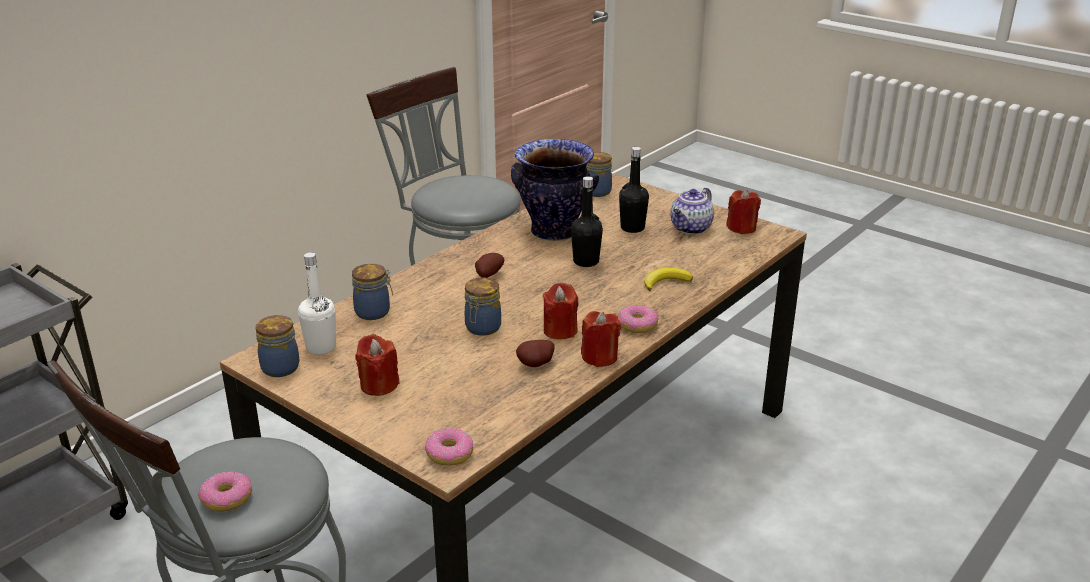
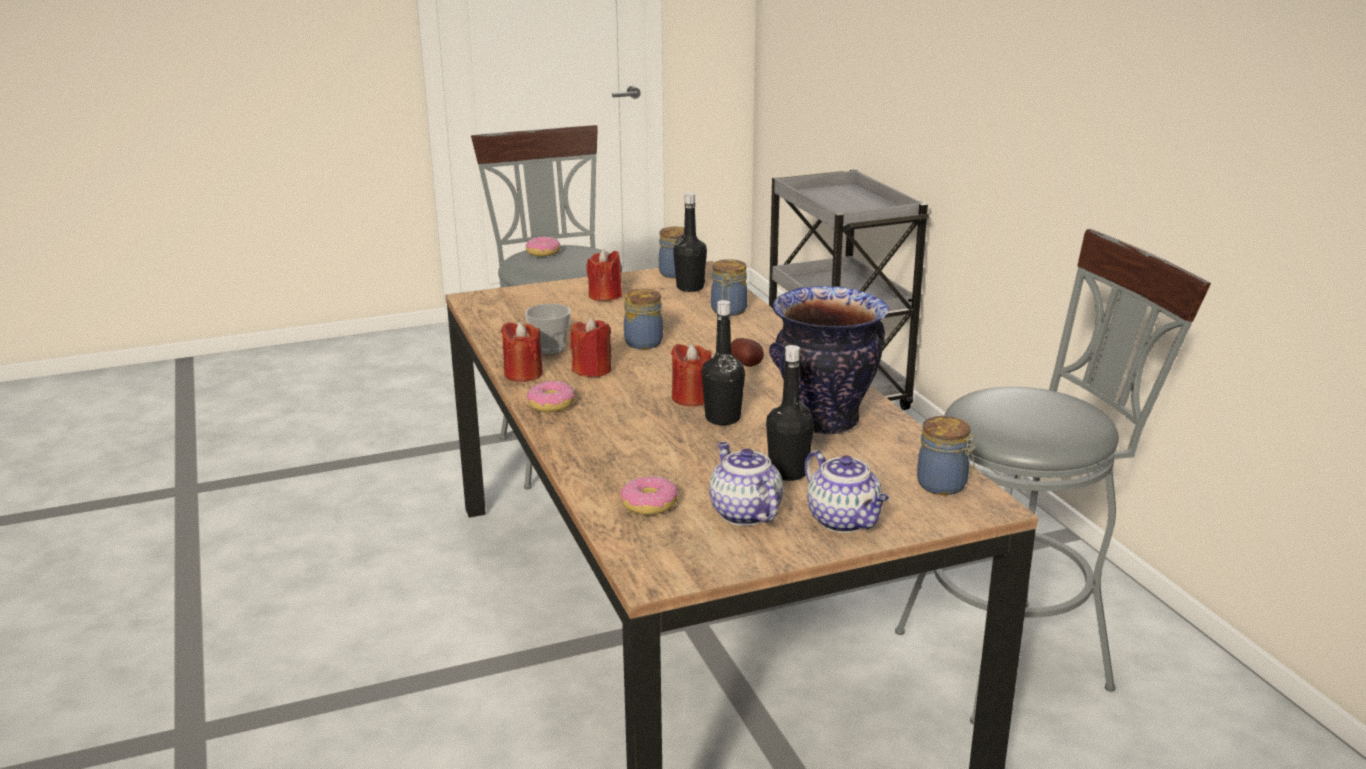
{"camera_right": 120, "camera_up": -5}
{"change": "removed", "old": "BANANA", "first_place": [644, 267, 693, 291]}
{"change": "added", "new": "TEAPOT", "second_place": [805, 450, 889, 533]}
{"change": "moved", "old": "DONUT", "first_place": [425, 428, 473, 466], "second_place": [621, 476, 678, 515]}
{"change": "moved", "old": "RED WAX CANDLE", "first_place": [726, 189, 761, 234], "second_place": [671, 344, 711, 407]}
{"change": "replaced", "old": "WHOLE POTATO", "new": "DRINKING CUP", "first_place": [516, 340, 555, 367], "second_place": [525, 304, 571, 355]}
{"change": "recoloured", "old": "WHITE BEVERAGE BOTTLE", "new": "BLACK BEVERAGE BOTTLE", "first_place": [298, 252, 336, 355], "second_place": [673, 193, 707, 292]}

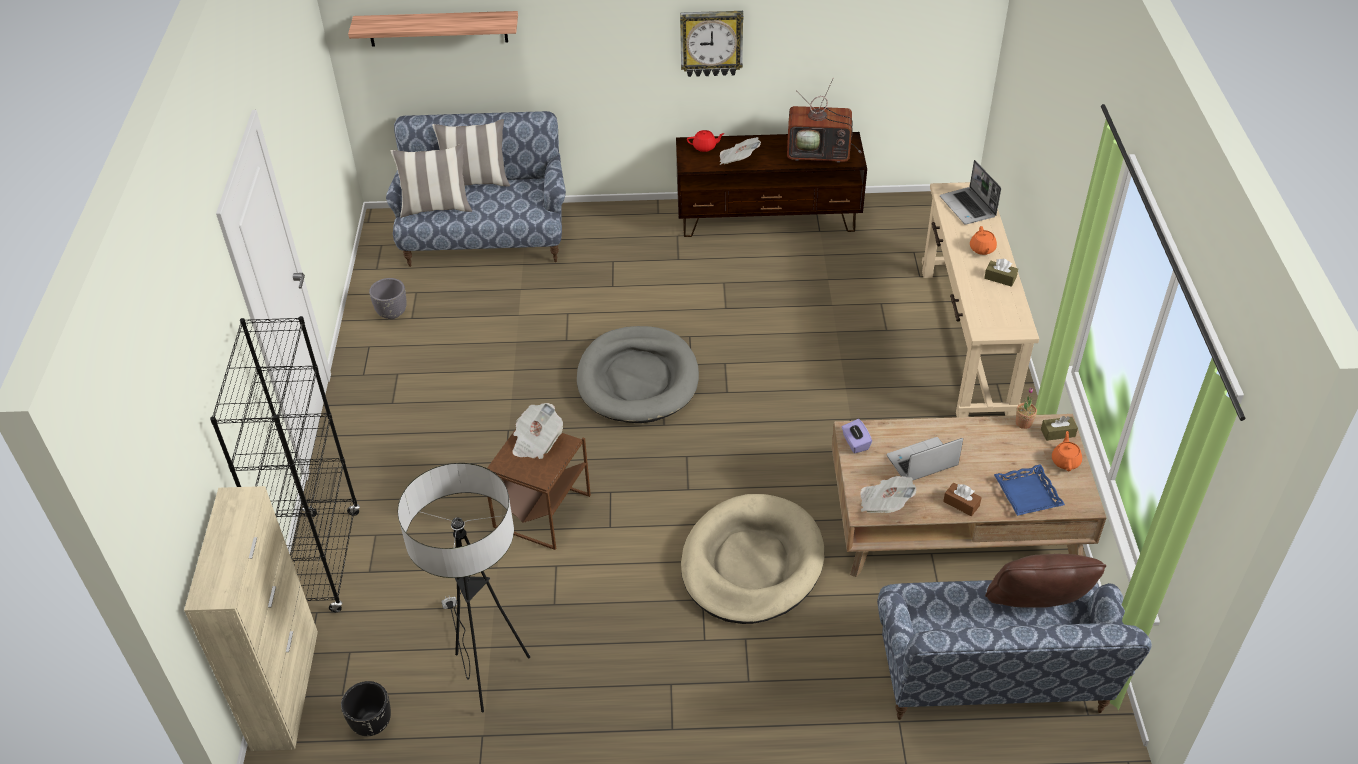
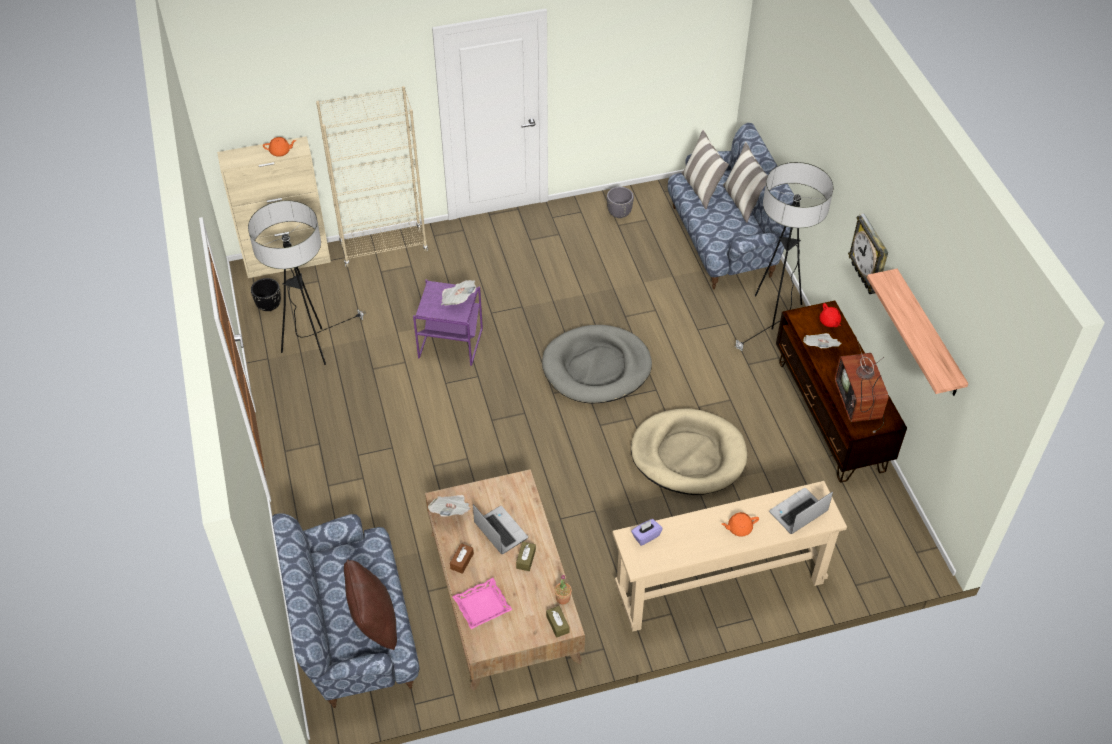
{"camera_right": 75, "camera_up": 5}
{"change": "added", "new": "STANDING LAMP", "second_place": [734, 162, 833, 351]}
{"change": "moved", "old": "SHELF", "first_place": [348, 11, 518, 47], "second_place": [867, 269, 969, 396]}
{"change": "moved", "old": "BEIGE PET BED", "first_place": [681, 494, 824, 624], "second_place": [631, 408, 747, 495]}
{"change": "moved", "old": "PURPLE TISSUE BOX", "first_place": [842, 419, 872, 453], "second_place": [631, 519, 662, 546]}
{"change": "moved", "old": "BROWNISH TISSUE BOX", "first_place": [984, 259, 1018, 287], "second_place": [516, 542, 536, 571]}
{"change": "moved", "old": "ORANGE-COLOURED TEAPOT", "first_place": [1052, 431, 1082, 471], "second_place": [263, 137, 296, 157]}
{"change": "recoloured", "old": "BLACK SHELVING UNIT", "new": "BEIGE SHELVING UNIT", "first_place": [210, 316, 360, 612], "second_place": [316, 86, 428, 267]}
{"change": "recoloured", "old": "BROWNISH ACCENT TABLE", "new": "PURPLE ACCENT TABLE", "first_place": [487, 429, 591, 550], "second_place": [413, 279, 483, 366]}
{"change": "recoloured", "old": "BLUE CARRYING TRAY", "new": "PINK-COLOURED CARRYING TRAY", "first_place": [994, 464, 1065, 516], "second_place": [452, 578, 512, 629]}

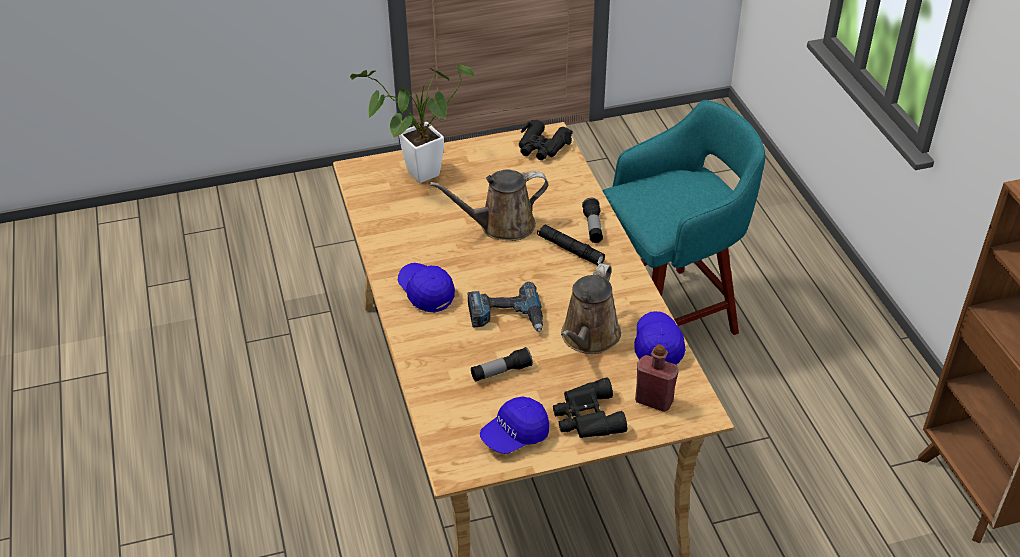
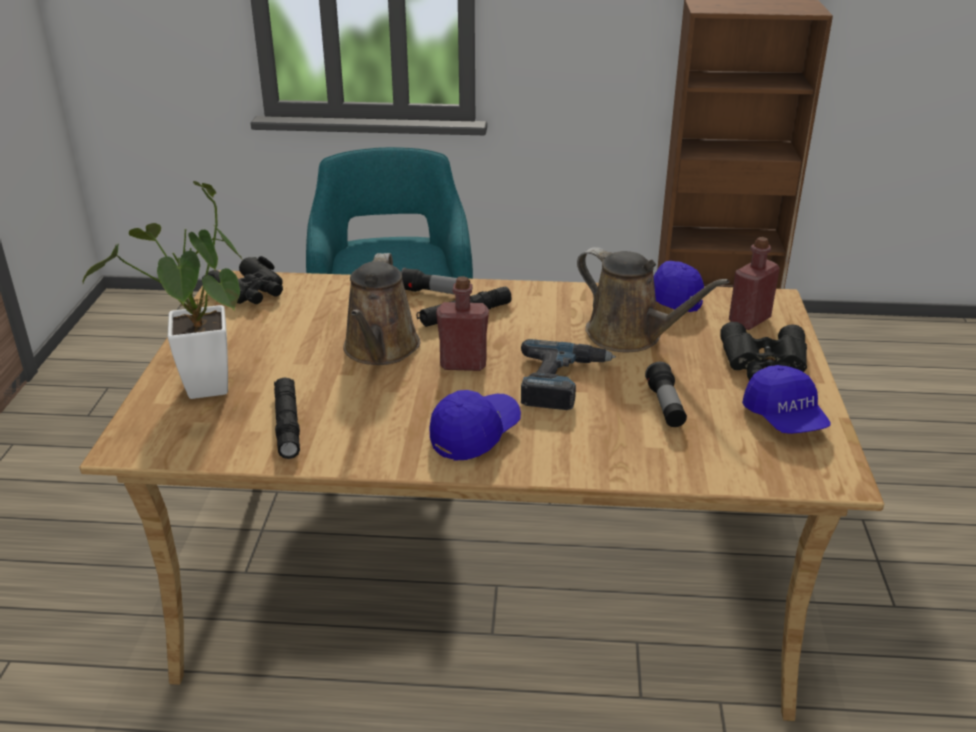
{"camera_right": -70, "camera_up": -10}
{"change": "added", "new": "BLACK FLASHLIGHT", "second_place": [274, 377, 300, 459]}
{"change": "added", "new": "RED BEVERAGE BOTTLE", "second_place": [436, 277, 489, 371]}
{"change": "turned", "old": "BLUE BASEBALL CAP", "first_place": [398, 263, 455, 313], "second_place": [430, 390, 521, 461], "degrees": 150}

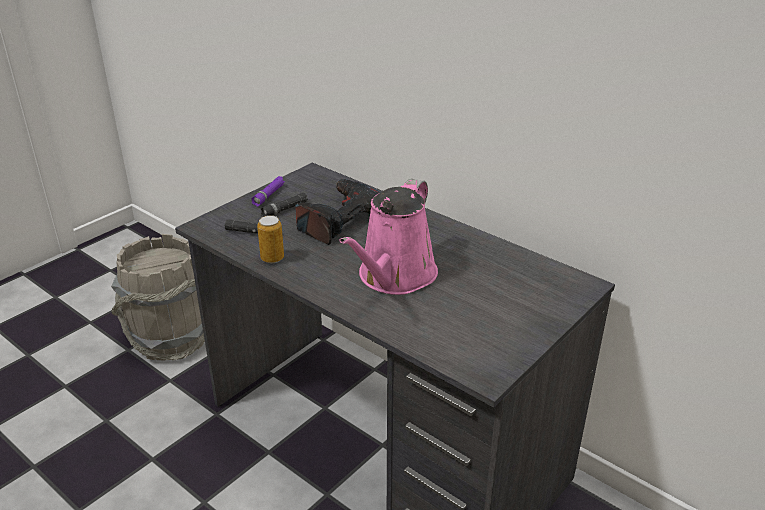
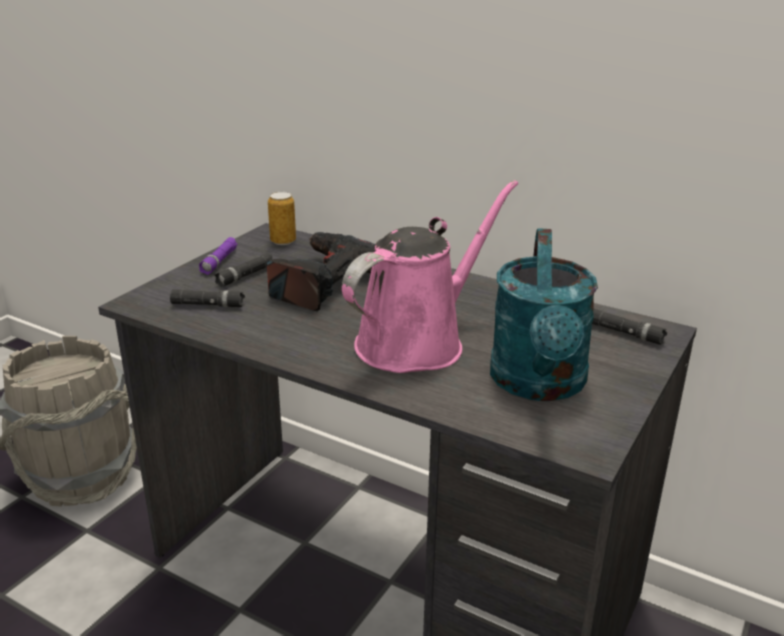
{"camera_right": -10, "camera_up": -5}
{"change": "added", "new": "TURQUOISE WATERING CAN", "second_place": [490, 228, 598, 401]}
{"change": "added", "new": "BLACK FLASHLIGHT", "second_place": [592, 308, 667, 345]}
{"change": "moved", "old": "SEALED CAN", "first_place": [257, 215, 284, 263], "second_place": [268, 192, 296, 245]}
{"change": "turned", "old": "PINK-COLOURED WATERING CAN", "first_place": [339, 179, 438, 295], "second_place": [342, 180, 518, 373], "degrees": -150}

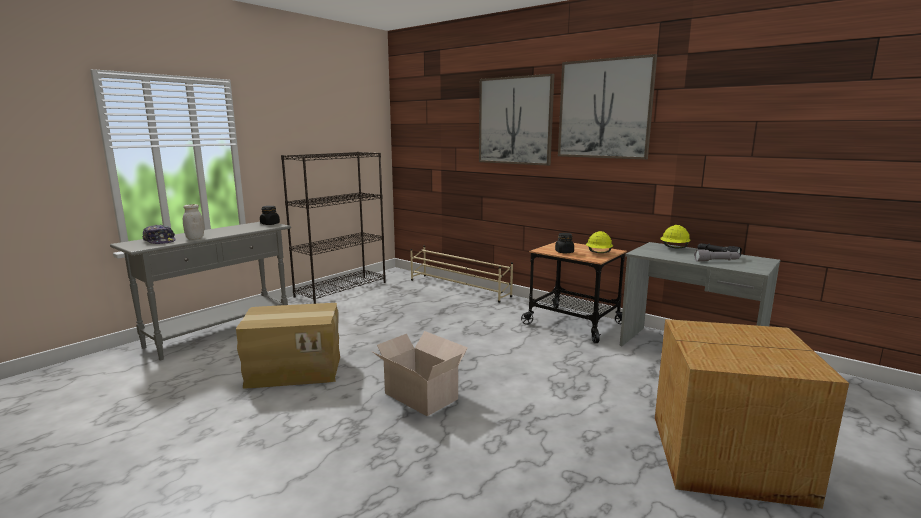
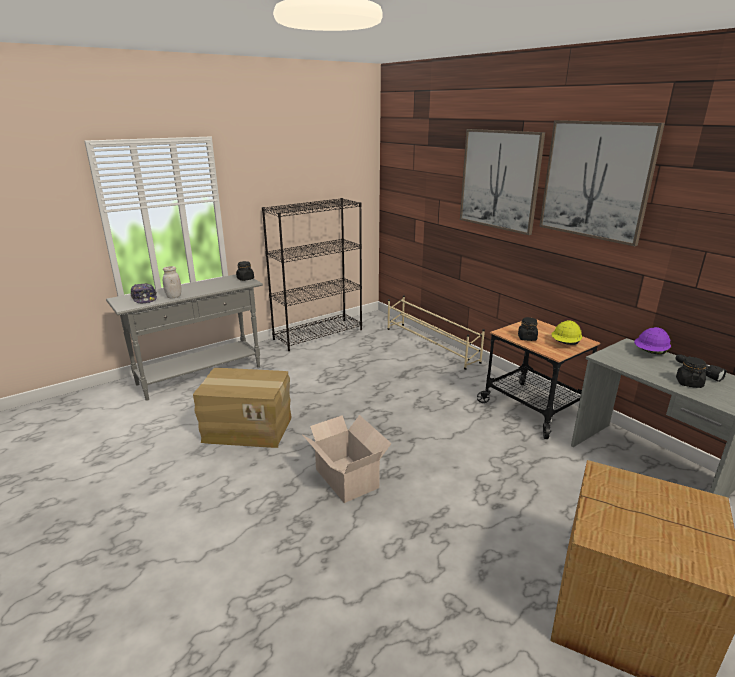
{"camera_right": 15, "camera_up": 10}
{"change": "replaced", "old": "GREYISH FLASHLIGHT", "new": "BLACK PRESERVE JAR", "first_place": [694, 249, 740, 261], "second_place": [676, 357, 706, 388]}
{"change": "recoloured", "old": "YELLOW-COLOURED SAFETY HELMET", "new": "PURPLE SAFETY HELMET", "first_place": [660, 225, 691, 248], "second_place": [634, 327, 671, 355]}

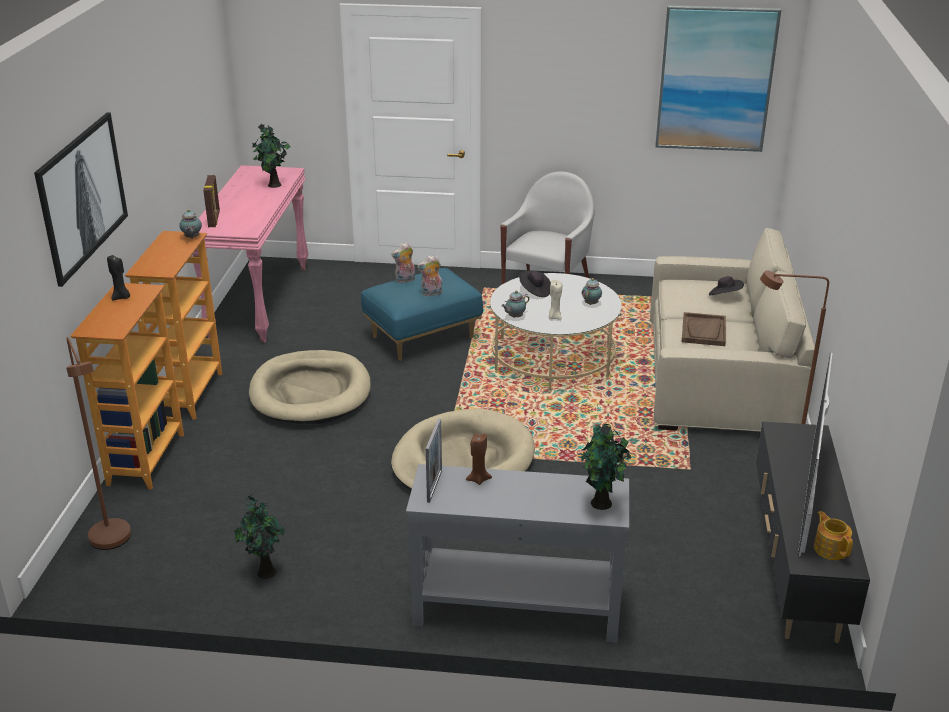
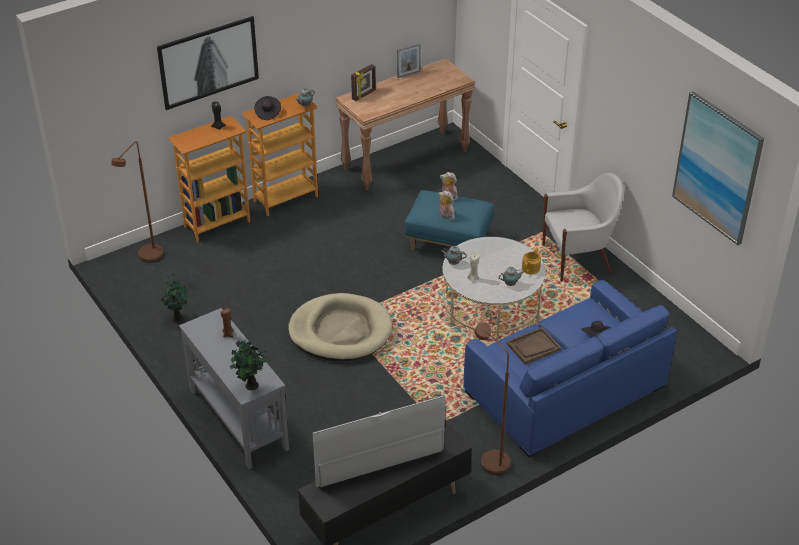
{"camera_right": 50, "camera_up": 10}
{"change": "removed", "old": "BEIGE PET BED", "first_place": [249, 350, 371, 424]}
{"change": "removed", "old": "HOUSEPLANT", "first_place": [252, 124, 290, 188]}
{"change": "moved", "old": "STANDING FRAME", "first_place": [426, 418, 442, 503], "second_place": [397, 43, 421, 78]}
{"change": "moved", "old": "BLACK CLOTHING HAT", "first_place": [519, 270, 551, 297], "second_place": [254, 96, 281, 120]}
{"change": "moved", "old": "TEAPOT", "first_place": [814, 511, 853, 560], "second_place": [522, 248, 541, 274]}
{"change": "recoloured", "old": "PINK-COLOURED NARROW TABLE", "new": "BROWNISH NARROW TABLE", "first_place": [193, 165, 309, 343], "second_place": [336, 58, 475, 190]}
{"change": "recoloured", "old": "BEIGE SOFA", "new": "BLUE SOFA", "first_place": [650, 228, 815, 432], "second_place": [463, 280, 677, 457]}

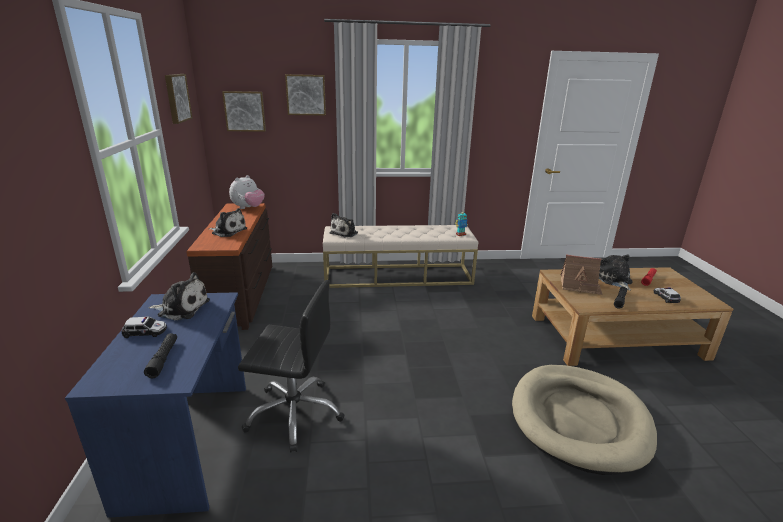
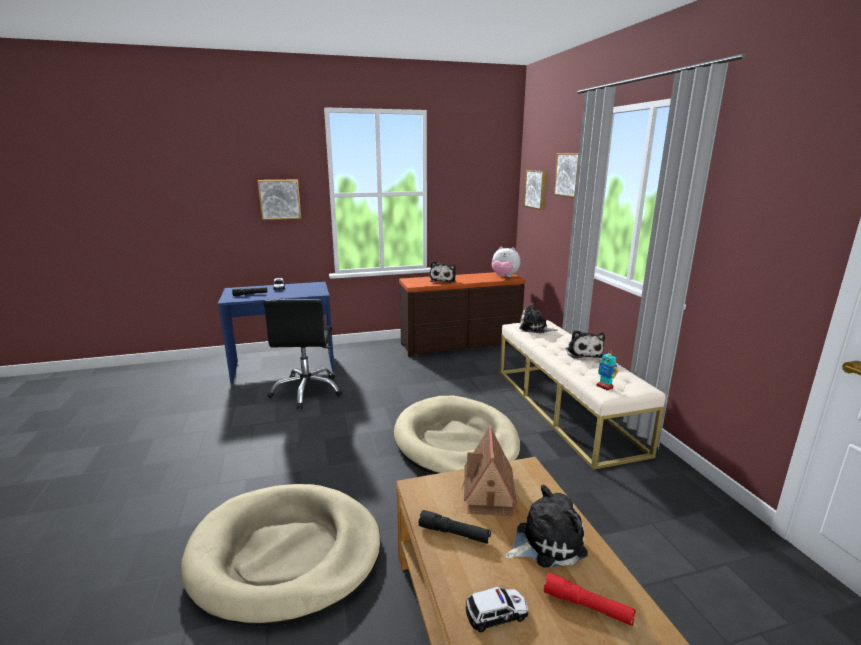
{"camera_right": 80, "camera_up": -5}
{"change": "added", "new": "BEIGE PET BED", "second_place": [394, 396, 520, 474]}
{"change": "moved", "old": "SOFT TOY", "first_place": [148, 272, 210, 320], "second_place": [566, 330, 605, 359]}
{"change": "moved", "old": "WALL PICTURE", "first_place": [165, 74, 193, 124], "second_place": [257, 179, 301, 220]}

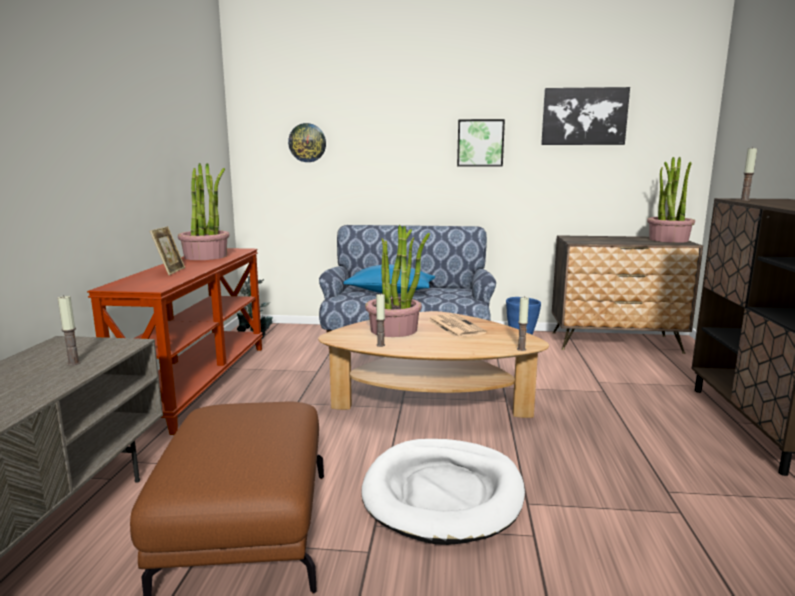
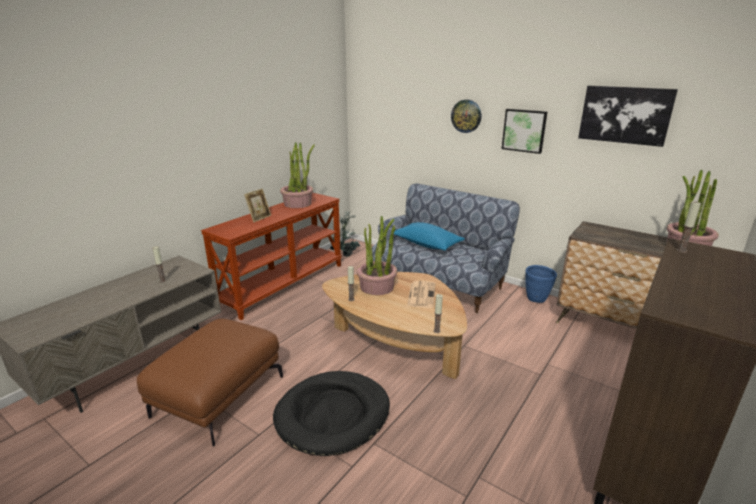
{"camera_right": 30, "camera_up": 10}
{"change": "moved", "old": "HANGING CLOCK", "first_place": [288, 123, 326, 162], "second_place": [451, 100, 481, 133]}
{"change": "recoloured", "old": "WHITE PET BED", "new": "BLACK PET BED", "first_place": [361, 439, 525, 545], "second_place": [273, 371, 390, 456]}

